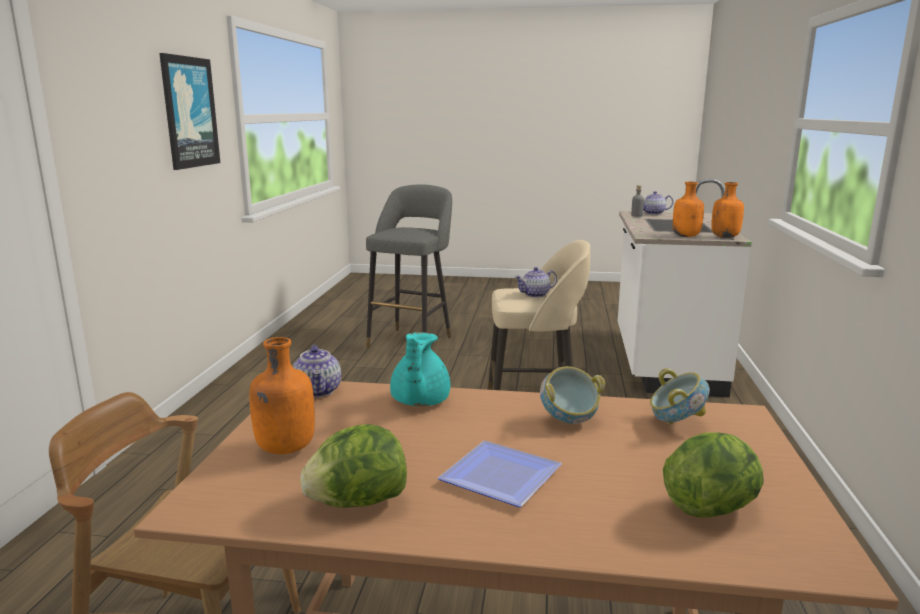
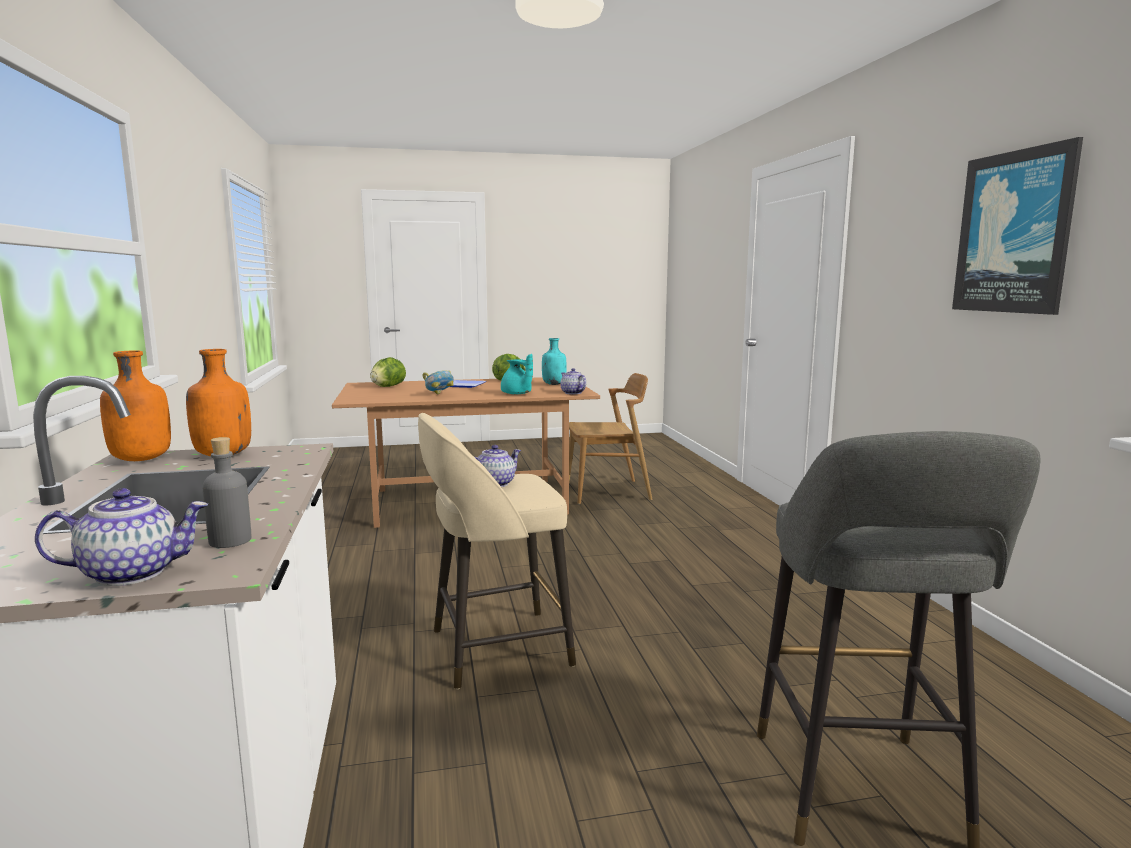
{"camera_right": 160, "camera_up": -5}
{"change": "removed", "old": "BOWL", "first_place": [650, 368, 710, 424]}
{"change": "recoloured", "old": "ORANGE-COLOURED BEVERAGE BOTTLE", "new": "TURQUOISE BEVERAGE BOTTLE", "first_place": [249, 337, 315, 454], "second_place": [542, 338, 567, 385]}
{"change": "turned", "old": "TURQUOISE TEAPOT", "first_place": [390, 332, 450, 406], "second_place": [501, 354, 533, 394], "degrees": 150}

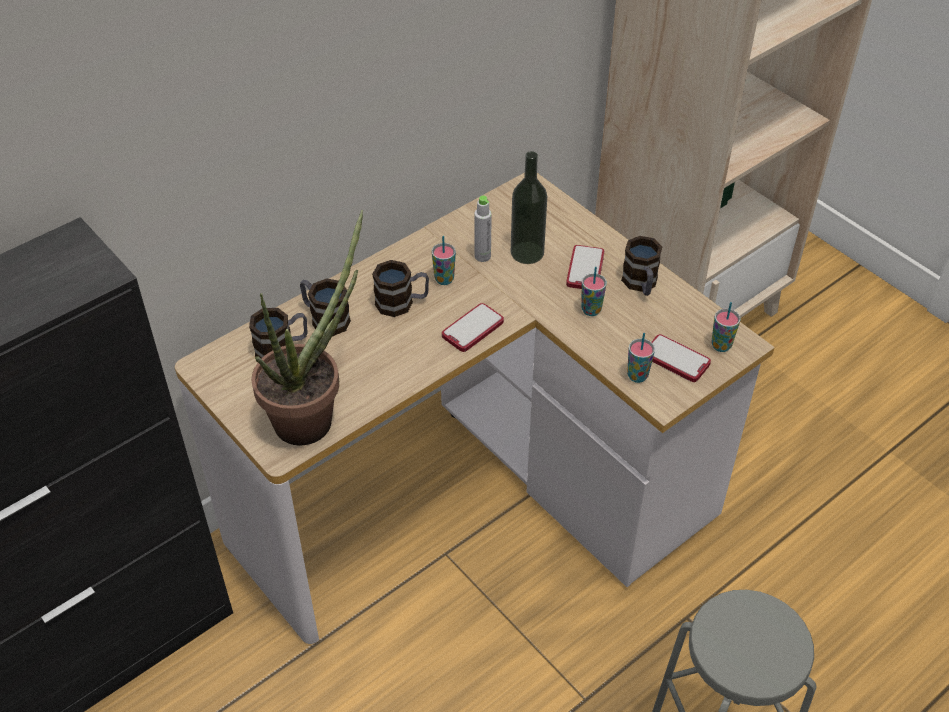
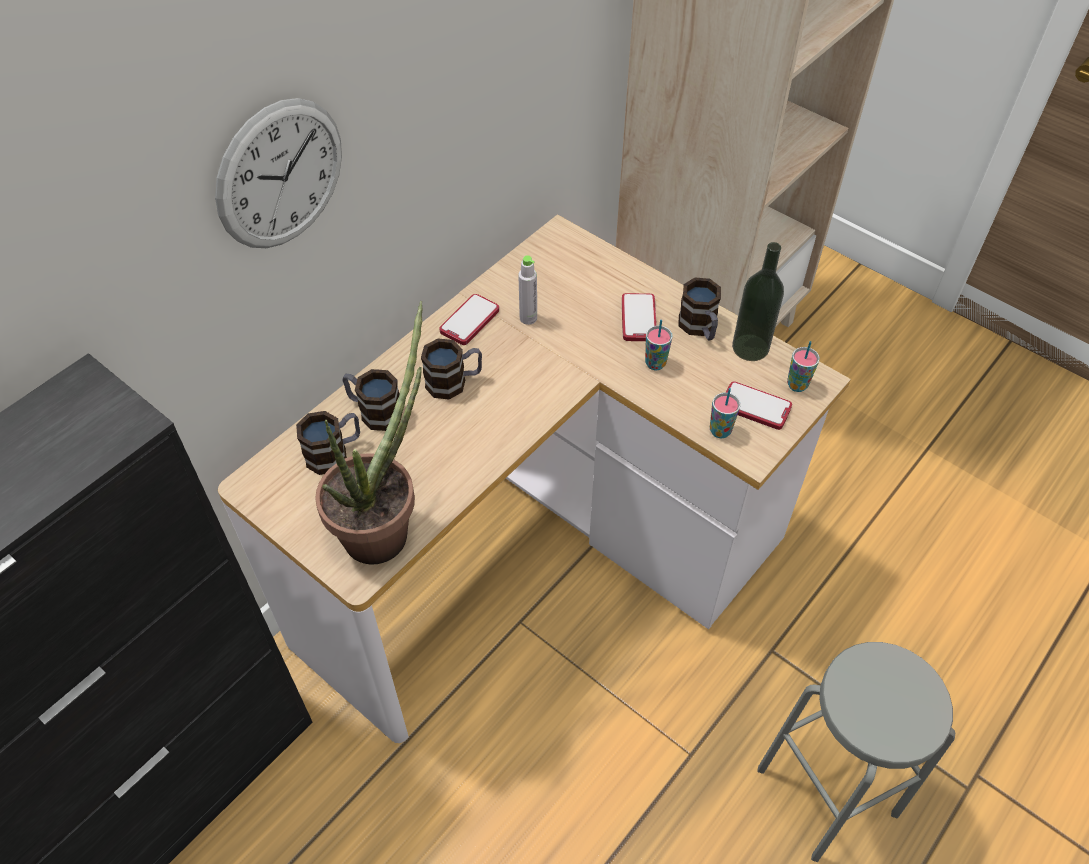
{"camera_right": -10, "camera_up": 5}
{"change": "removed", "old": "DRINKING CUP", "first_place": [432, 236, 456, 285]}
{"change": "added", "new": "HANGING CLOCK", "second_place": [215, 98, 342, 248]}
{"change": "moved", "old": "HANDSET", "first_place": [442, 303, 504, 352], "second_place": [439, 294, 499, 345]}
{"change": "moved", "old": "BEVERAGE BOTTLE", "first_place": [511, 151, 547, 264], "second_place": [732, 242, 784, 361]}

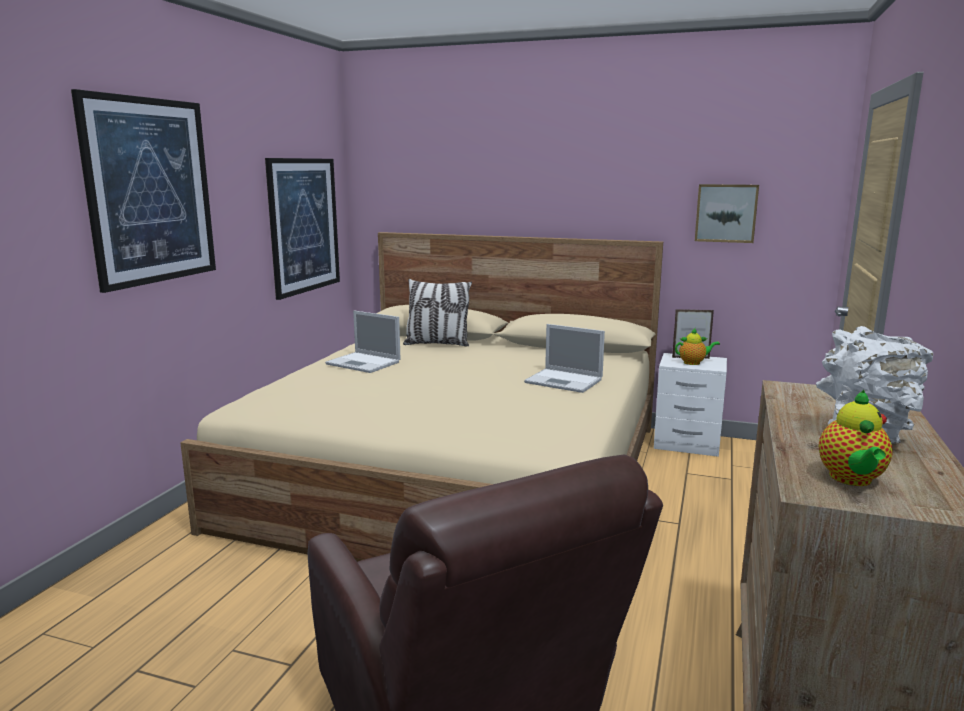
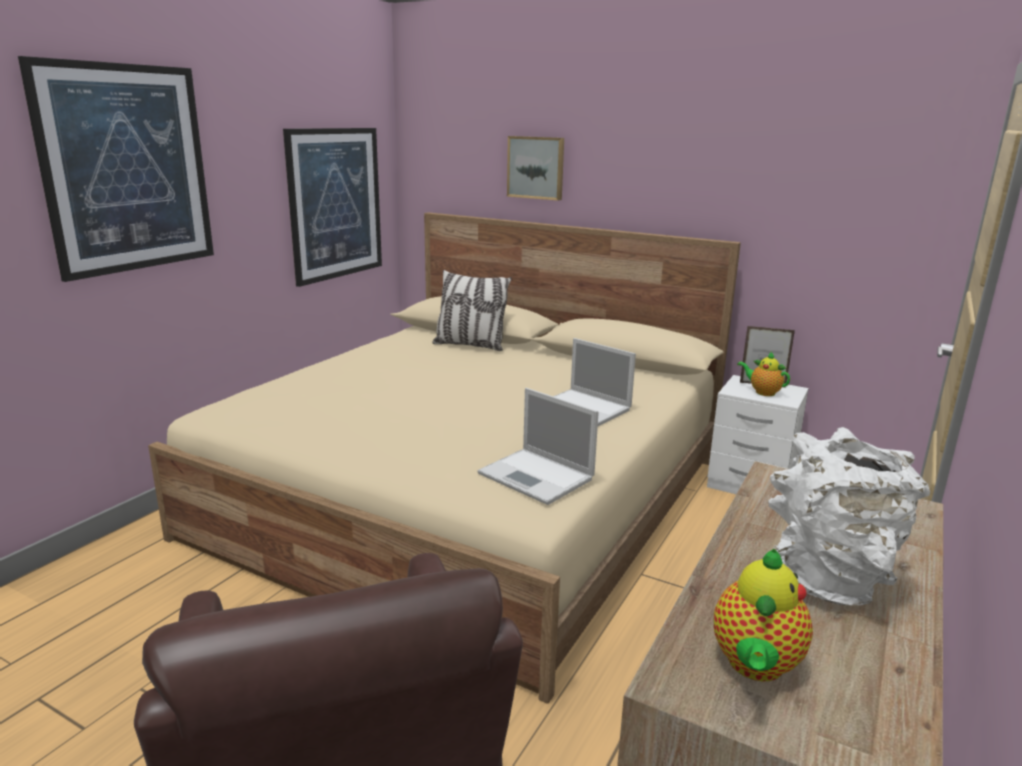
{"camera_right": 10, "camera_up": 5}
{"change": "moved", "old": "LAPTOP", "first_place": [325, 311, 401, 373], "second_place": [477, 388, 599, 505]}
{"change": "moved", "old": "WALL PICTURE", "first_place": [695, 184, 759, 243], "second_place": [507, 136, 564, 201]}
{"change": "turned", "old": "TEAPOT", "first_place": [675, 328, 720, 365], "second_place": [737, 352, 790, 396], "degrees": -150}

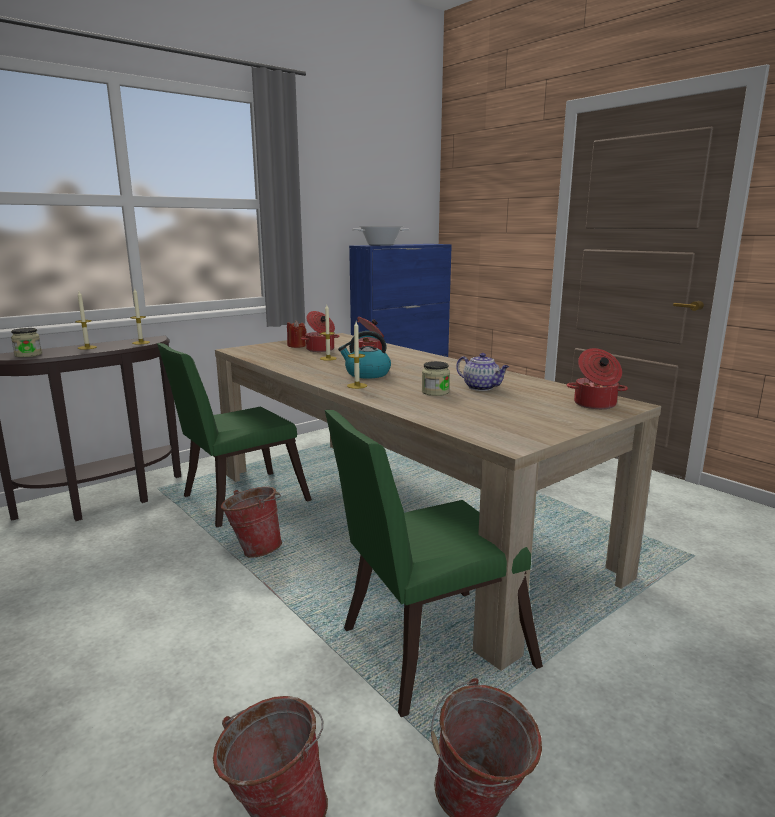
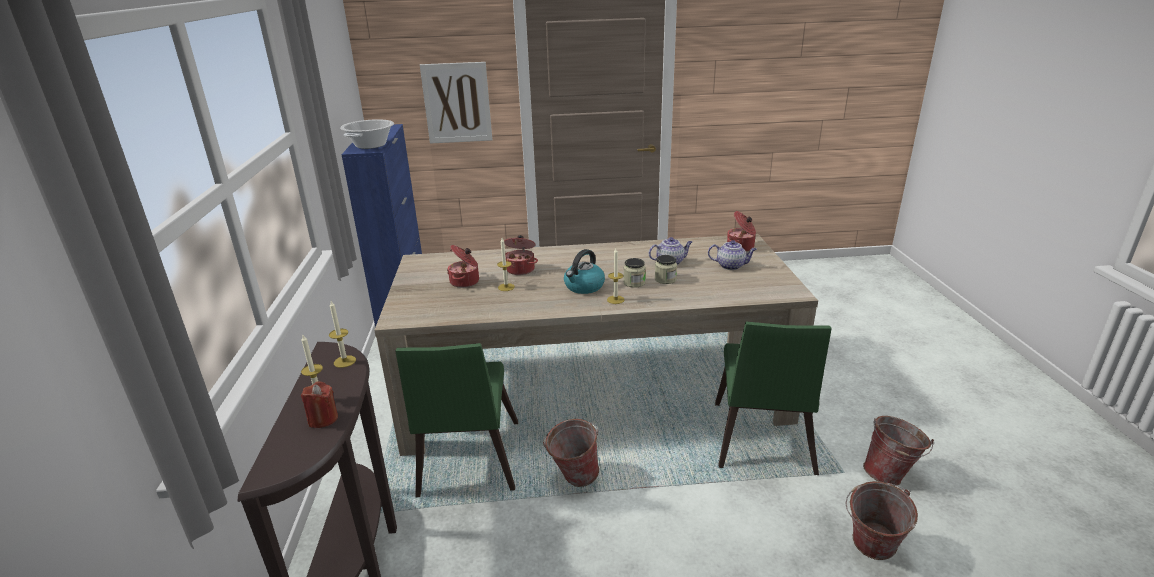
{"camera_right": -55, "camera_up": 10}
{"change": "added", "new": "WALL PICTURE", "second_place": [420, 62, 492, 144]}
{"change": "added", "new": "TEAPOT", "second_place": [708, 240, 757, 270]}
{"change": "moved", "old": "PRESERVE JAR", "first_place": [11, 328, 42, 357], "second_place": [623, 258, 646, 288]}
{"change": "moved", "old": "RED WAX CANDLE", "first_place": [287, 320, 307, 348], "second_place": [301, 381, 338, 428]}

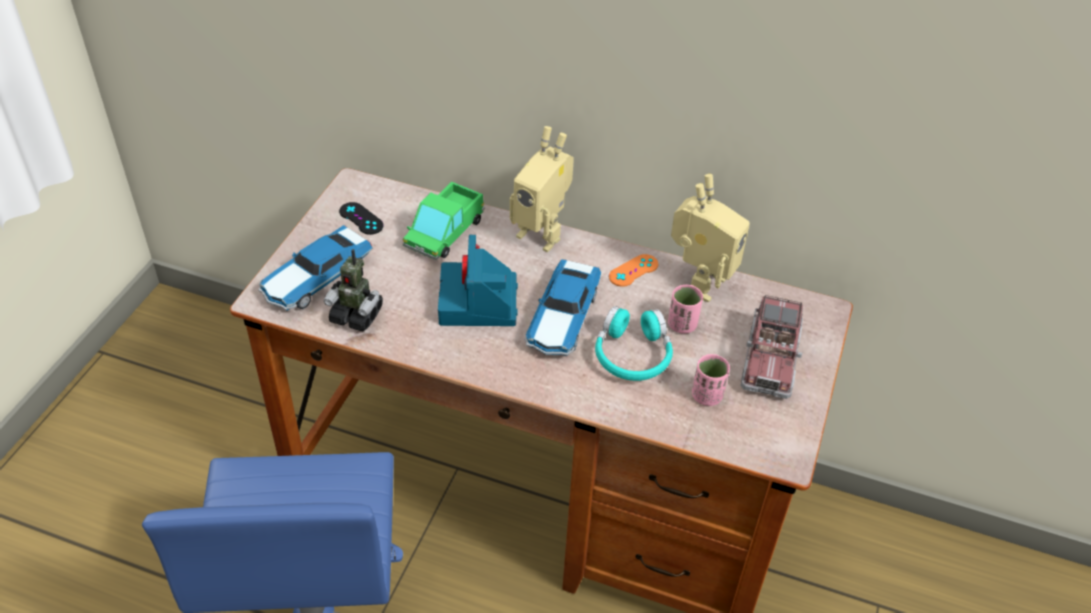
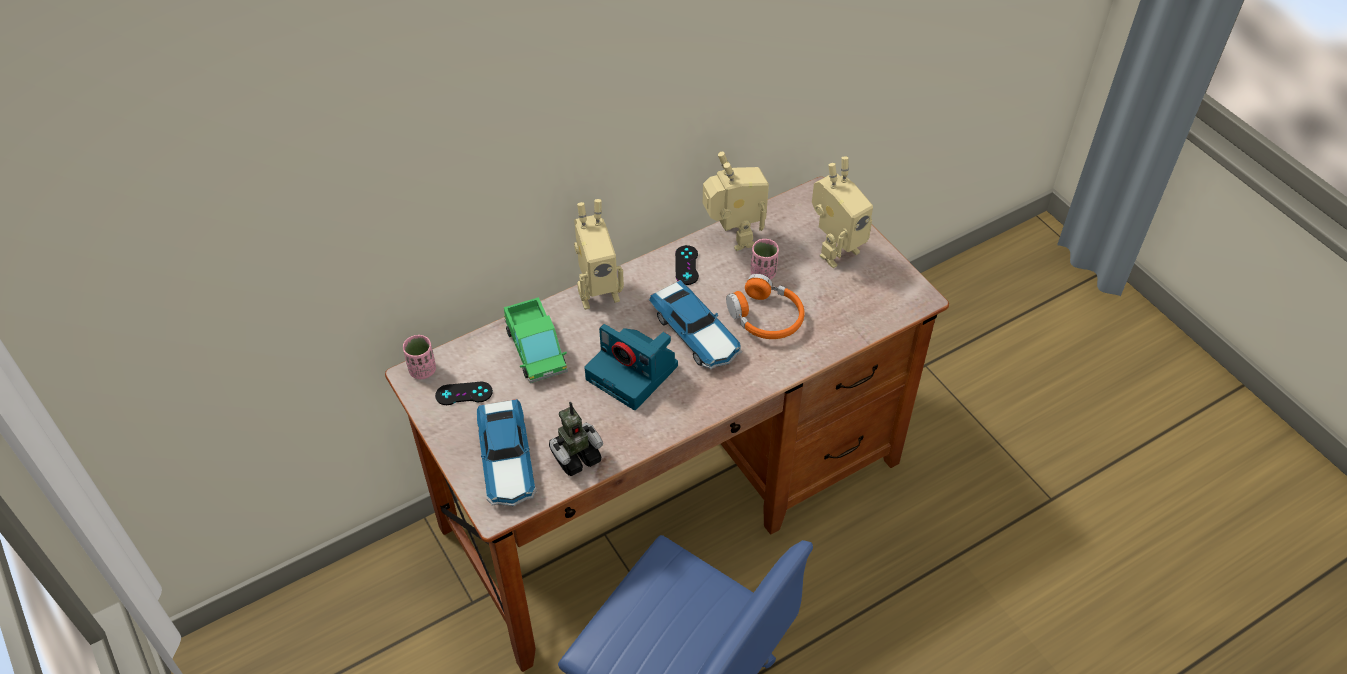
{"camera_right": -50, "camera_up": 5}
{"change": "moved", "old": "PINK-COLOURED DRINKING CUP", "first_place": [692, 354, 730, 406], "second_place": [403, 335, 436, 379]}
{"change": "replaced", "old": "TOY TRUCK", "new": "TOY ROBOT", "first_place": [740, 295, 803, 399], "second_place": [812, 156, 873, 268]}
{"change": "recoloured", "old": "TURQUOISE HEADSET", "new": "ORANGE-COLOURED HEADSET", "first_place": [595, 306, 673, 381], "second_place": [726, 274, 804, 339]}
{"change": "recoloured", "old": "ORANGE-COLOURED JOYPAD", "new": "BLACK JOYPAD", "first_place": [609, 254, 658, 287], "second_place": [675, 245, 699, 285]}

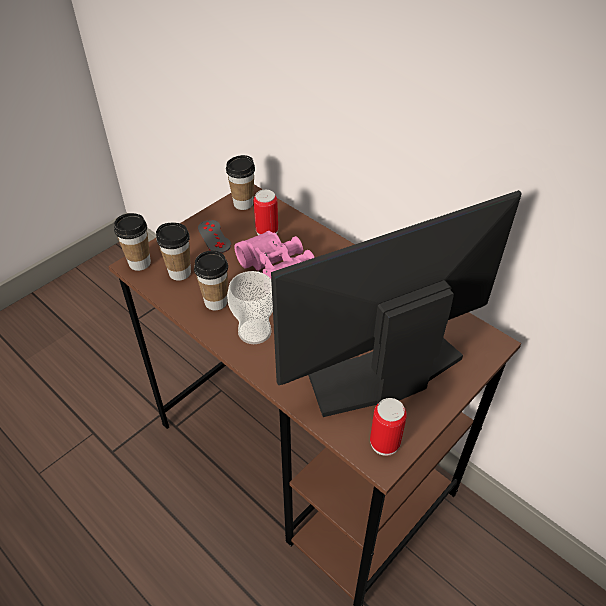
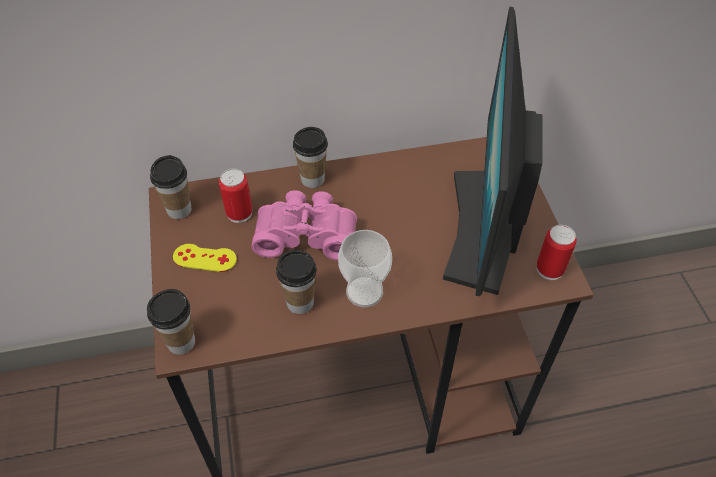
{"camera_right": -55, "camera_up": 5}
{"change": "moved", "old": "DRINKING CUP", "first_place": [156, 223, 191, 281], "second_place": [293, 127, 328, 188]}
{"change": "recoloured", "old": "GREYISH JOYPAD", "new": "YELLOW-COLOURED JOYPAD", "first_place": [198, 220, 231, 253], "second_place": [173, 244, 237, 272]}

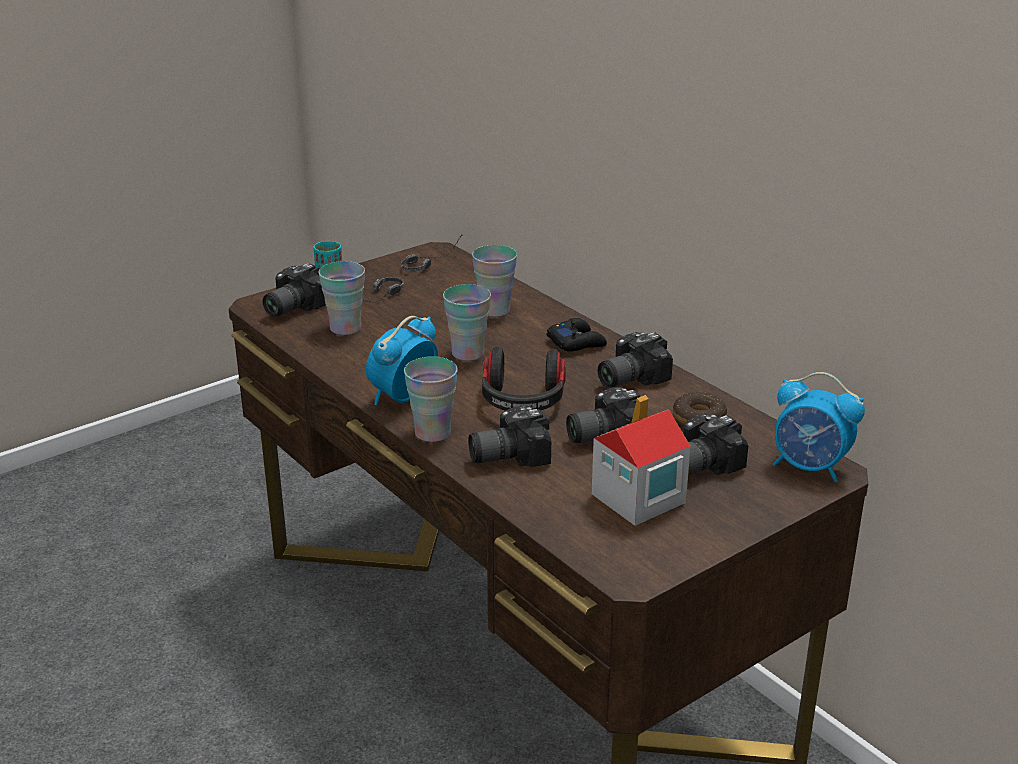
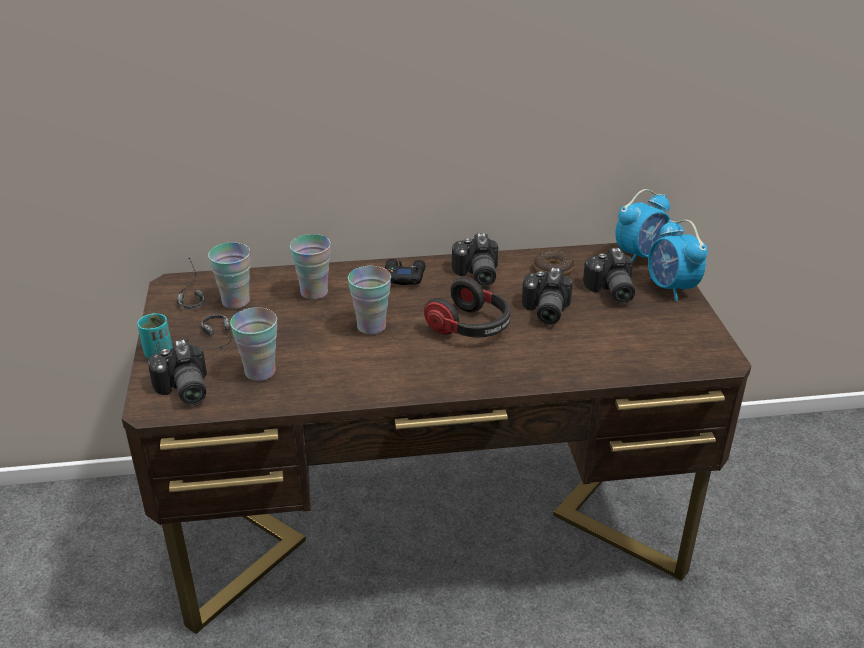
{"camera_right": -60, "camera_up": 5}
{"change": "removed", "old": "PHOTO CAMERA", "first_place": [468, 405, 551, 467]}
{"change": "removed", "old": "TOY HOUSE", "first_place": [592, 395, 691, 526]}
{"change": "moved", "old": "TABLE CLOCK", "first_place": [366, 316, 438, 405], "second_place": [648, 220, 708, 301]}
{"change": "moved", "old": "DRINKING CUP", "first_place": [404, 356, 458, 442], "second_place": [208, 243, 251, 309]}

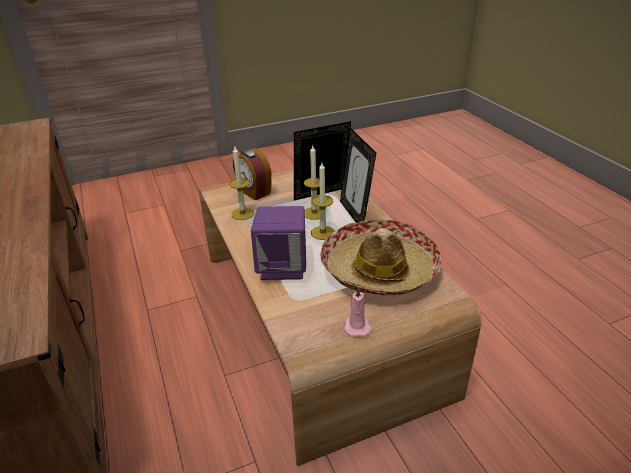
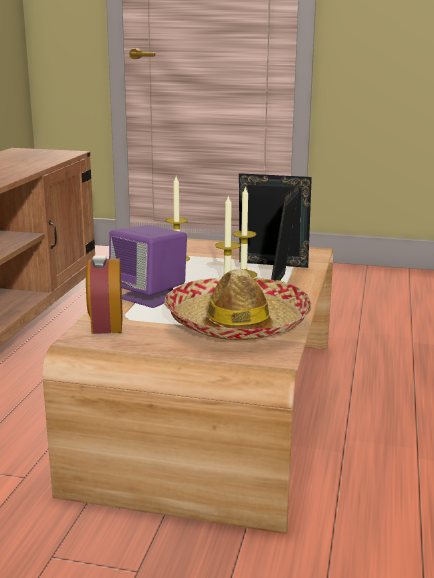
{"camera_right": 35, "camera_up": -15}
{"change": "removed", "old": "PINK-COLOURED WAX CANDLE", "first_place": [344, 286, 371, 337]}
{"change": "moved", "old": "TABLE CLOCK", "first_place": [233, 148, 271, 201], "second_place": [86, 255, 123, 334]}

